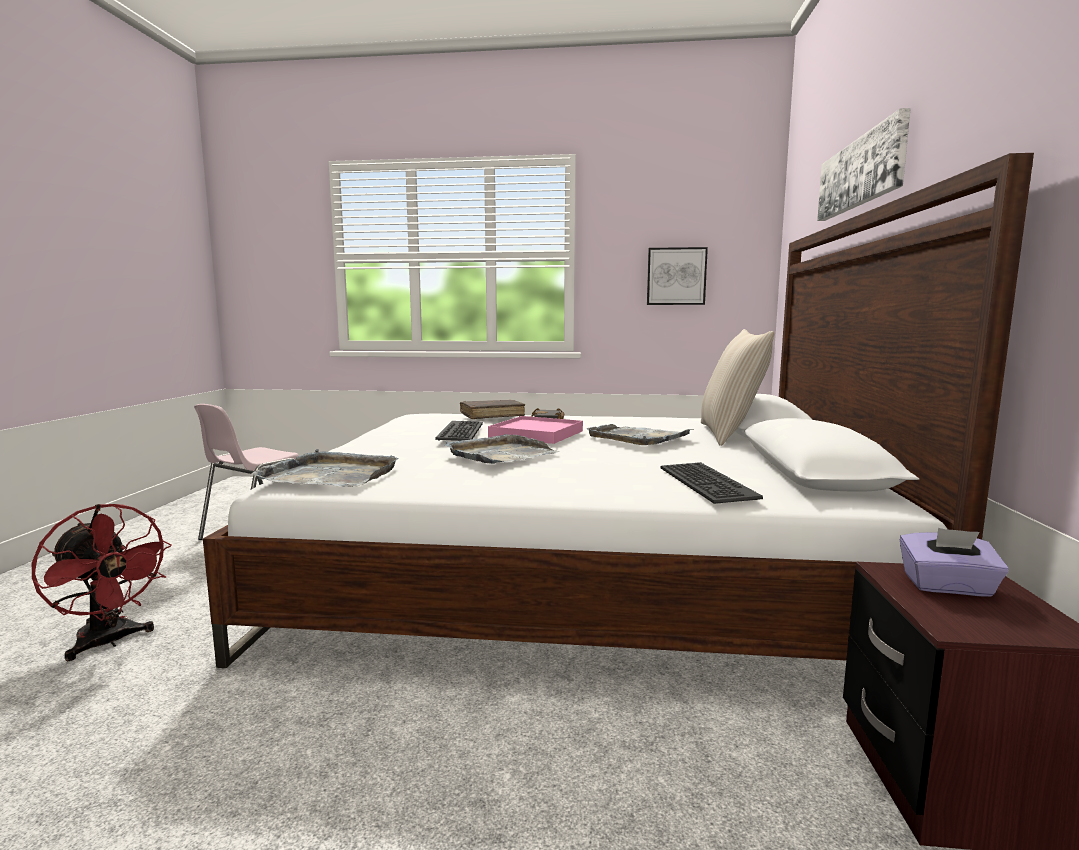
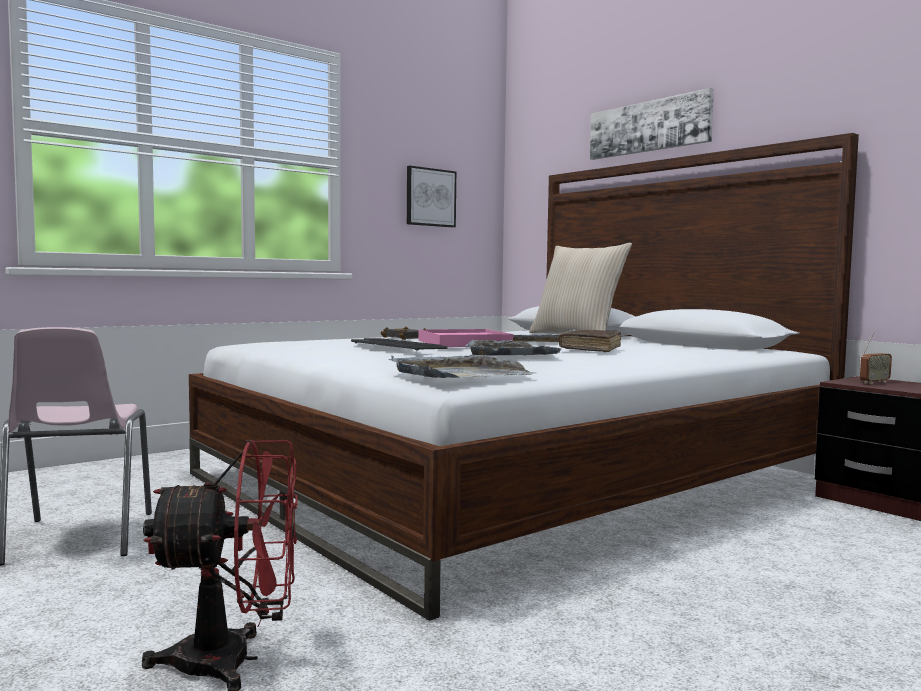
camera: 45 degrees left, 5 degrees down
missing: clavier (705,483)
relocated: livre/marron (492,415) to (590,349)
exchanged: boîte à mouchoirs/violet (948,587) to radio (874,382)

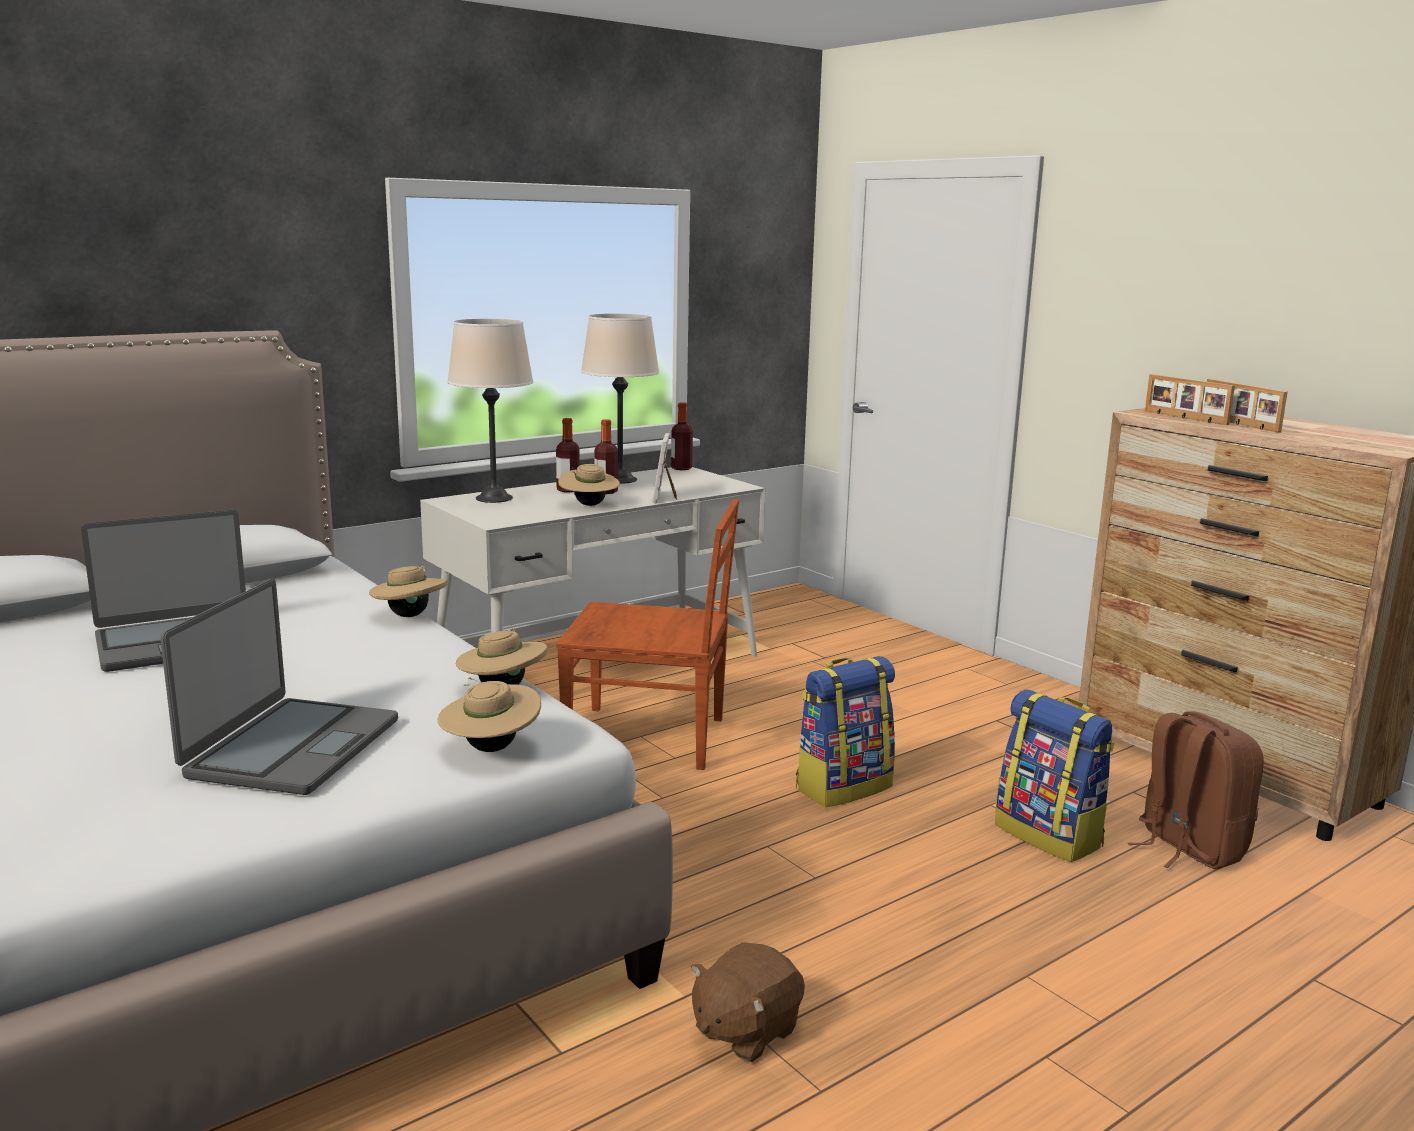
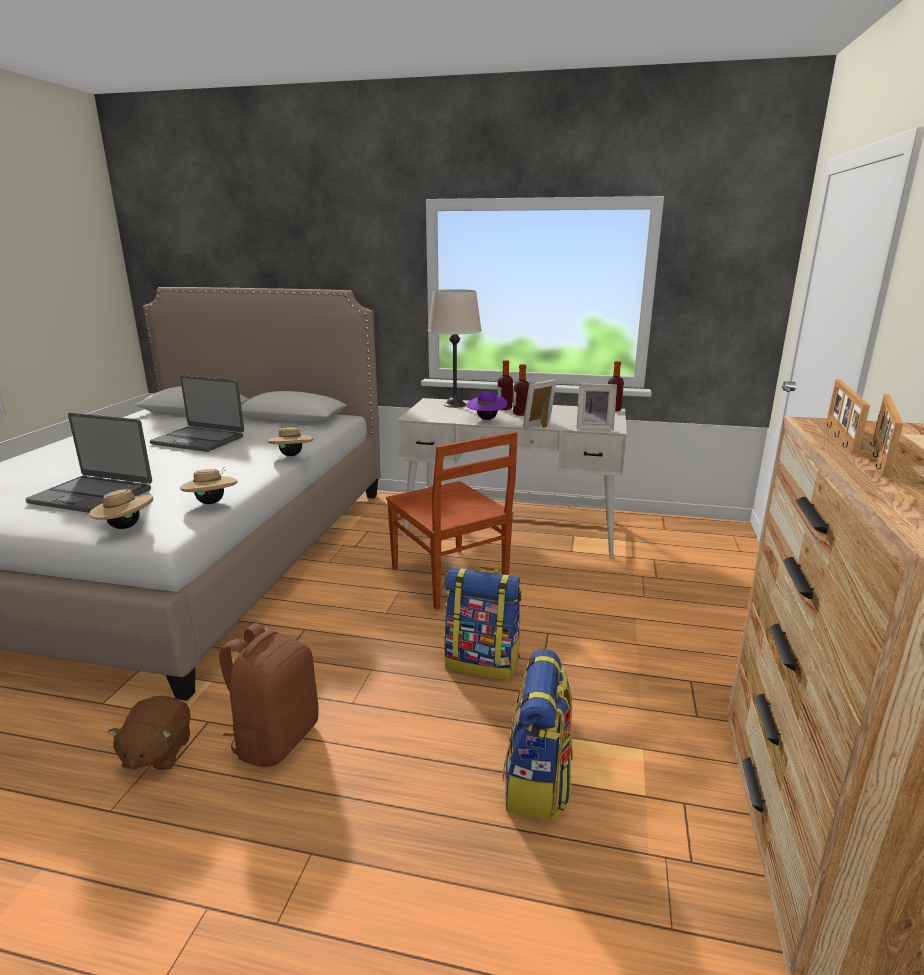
camera: 50 degrees right, 5 degrees up
missing: lampe de table/beige (619,479)
appeared: cadre photo (594,427)
relocated: sac à dos/marron (1187,847) to (275,738)
colour: chapeau/beige (589,505) to chapeau/violet (486,419)
spun: ordinateur portable (291,748) = (93,495) 45 degrees clockwise; peluche/marron (744,1030) = (157,753) 90 degrees counterclockwise

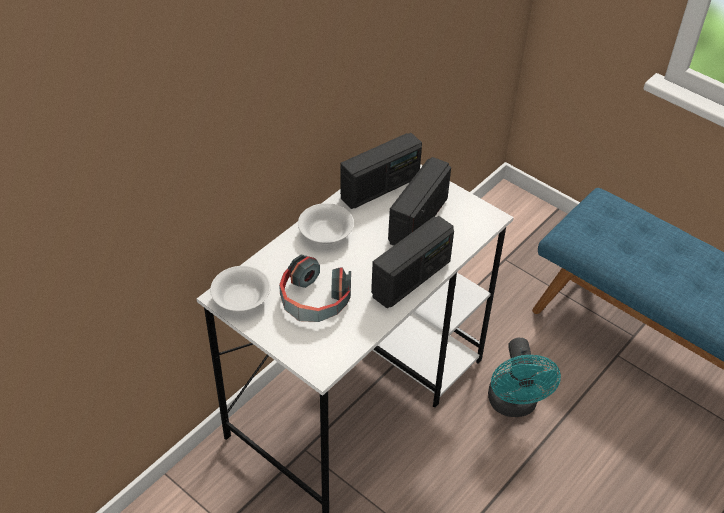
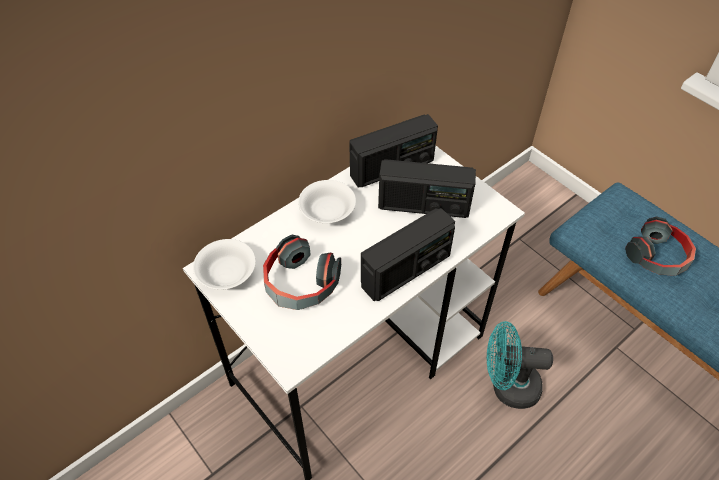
camera: 10 degrees right, 5 degrees up
appeared: casque audio (658,256)
spun: radio (417,220) = (423,206) 120 degrees counterclockwise; ventilateur/turquoise (514,405) = (507,386) 90 degrees clockwise

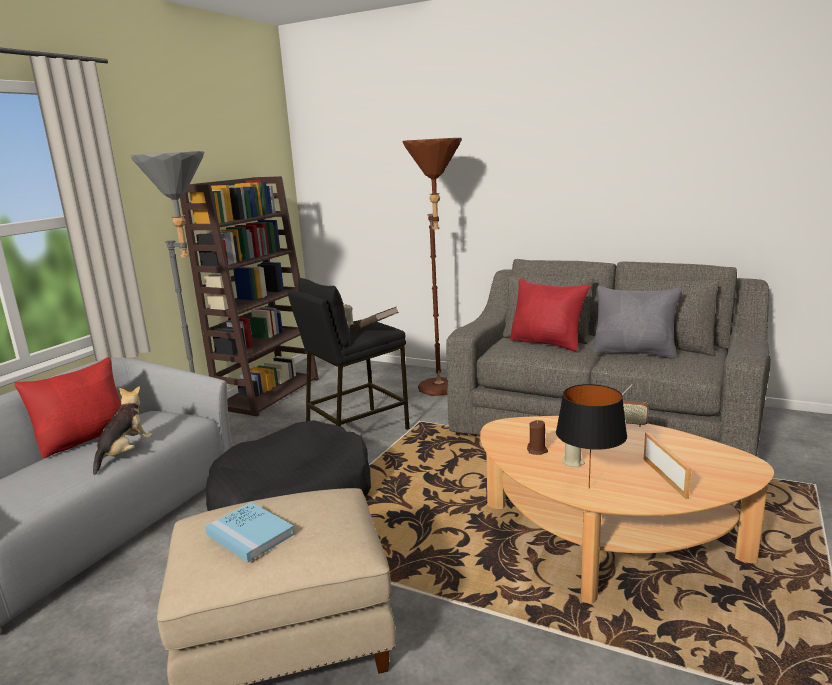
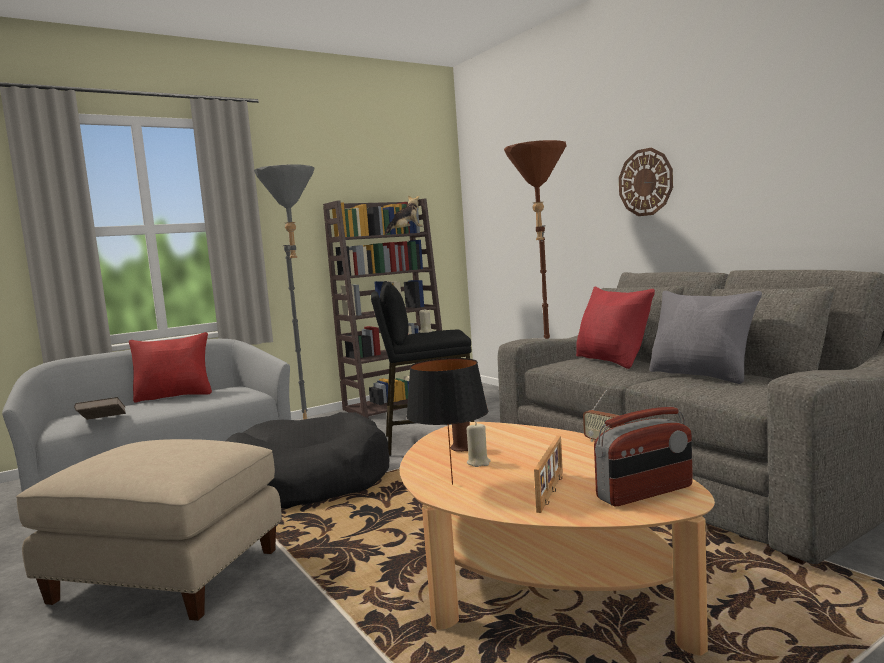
camera: 30 degrees right, 10 degrees down
missing: livre/bleu (250,534)
appeared: radio (645,493); horloge murale (645,182)
relocated: peluche (125,453) to (405,233); livre/marron (374,329) to (103,421)

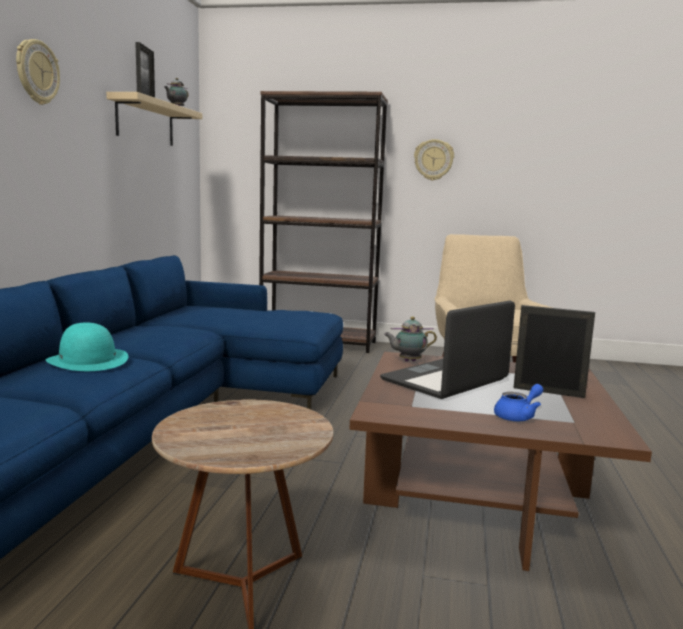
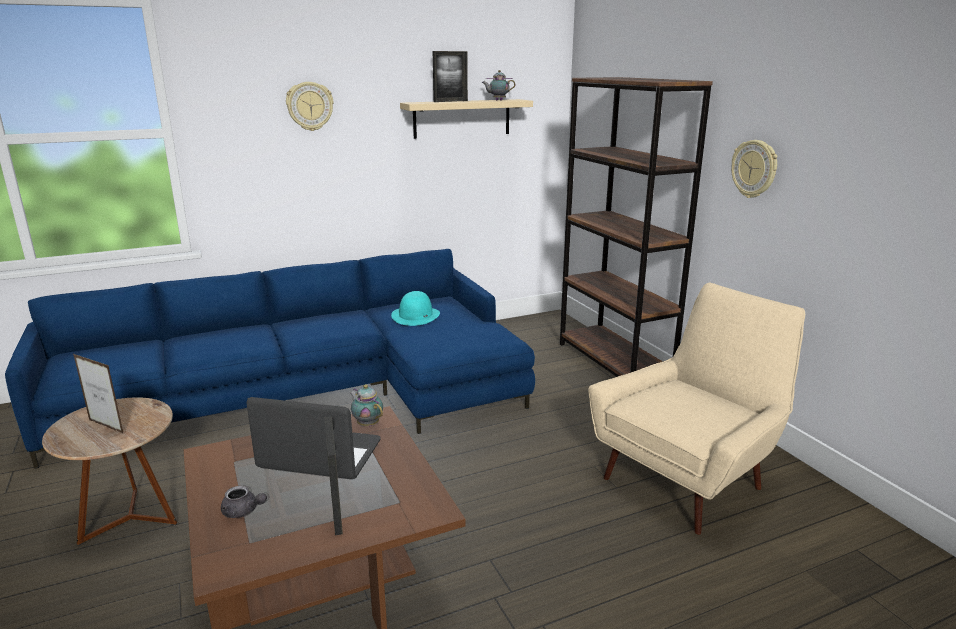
camera: 55 degrees right, 10 degrees up
appeared: cadre photo (106,426)
relocated: chapeau/turquoise (88,360) to (415,316)
colour: théière/bleu (518,416) to théière/gris (243,512)

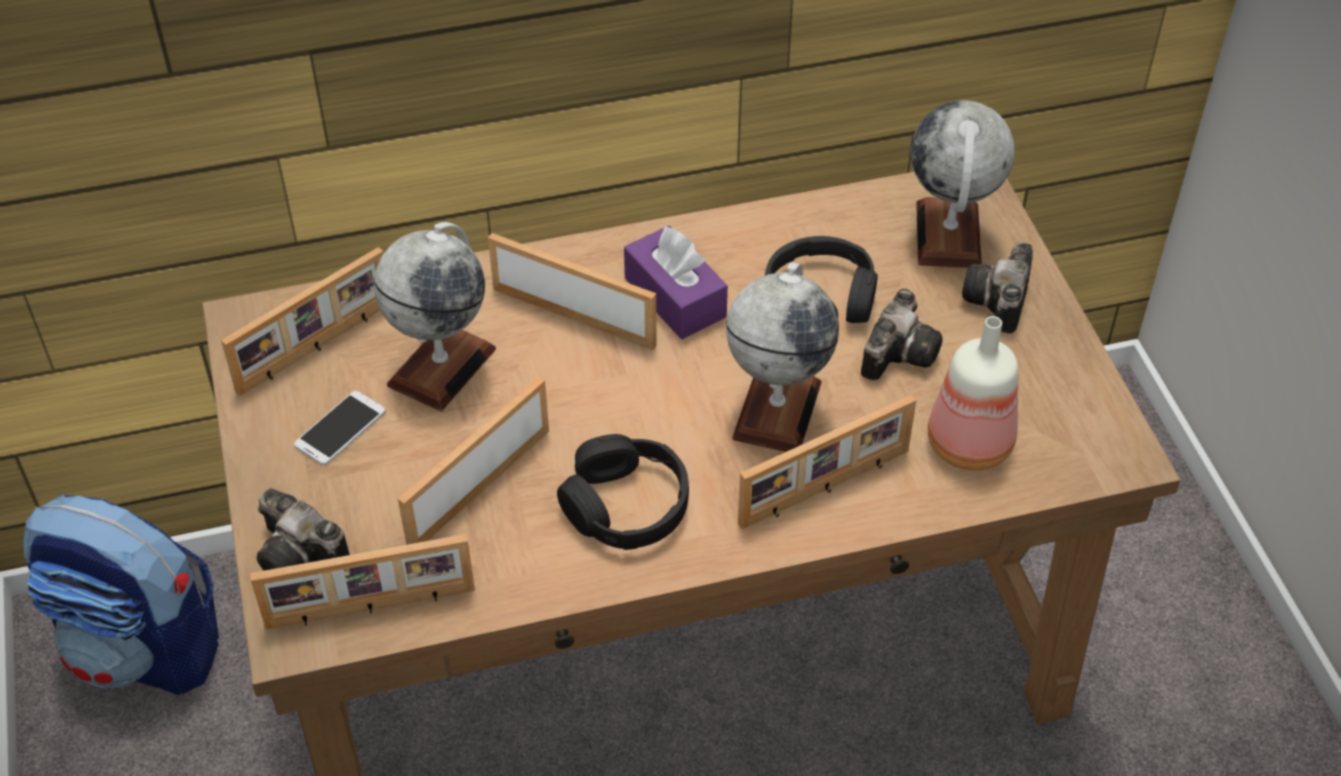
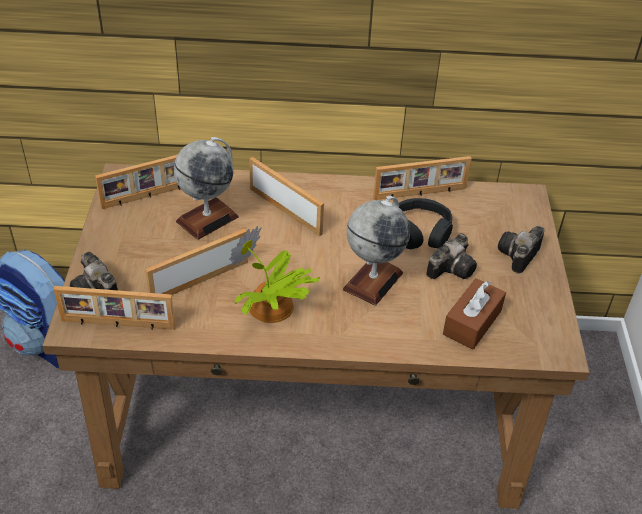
camera: 15 degrees right, 5 degrees down
missing: téléphone (340,428); boîte à mouchoirs/violet (675,297); globe (948,235)
relocated: cadre photo (826,488) to (420,194)
exchanged: casque audio/noir (625,506) to plante en pot (271,308); bouteille (967,442) to boîte à mouchoirs/marron (472,322)

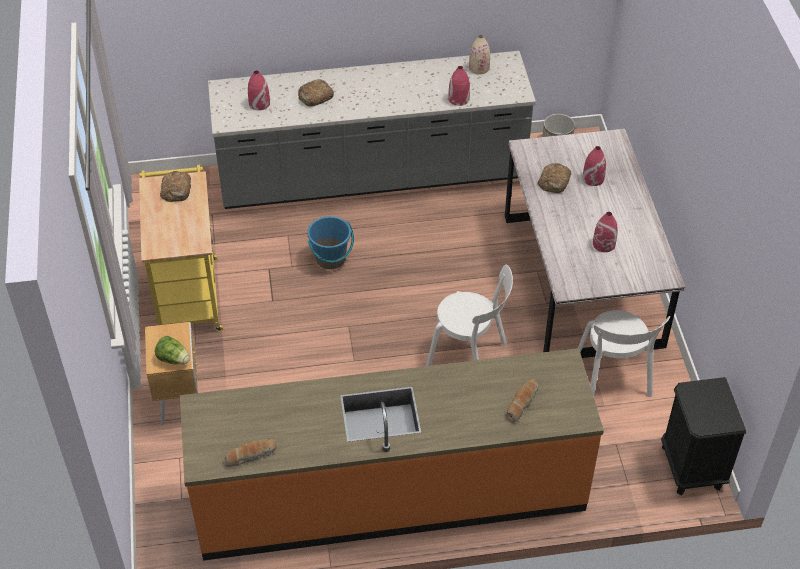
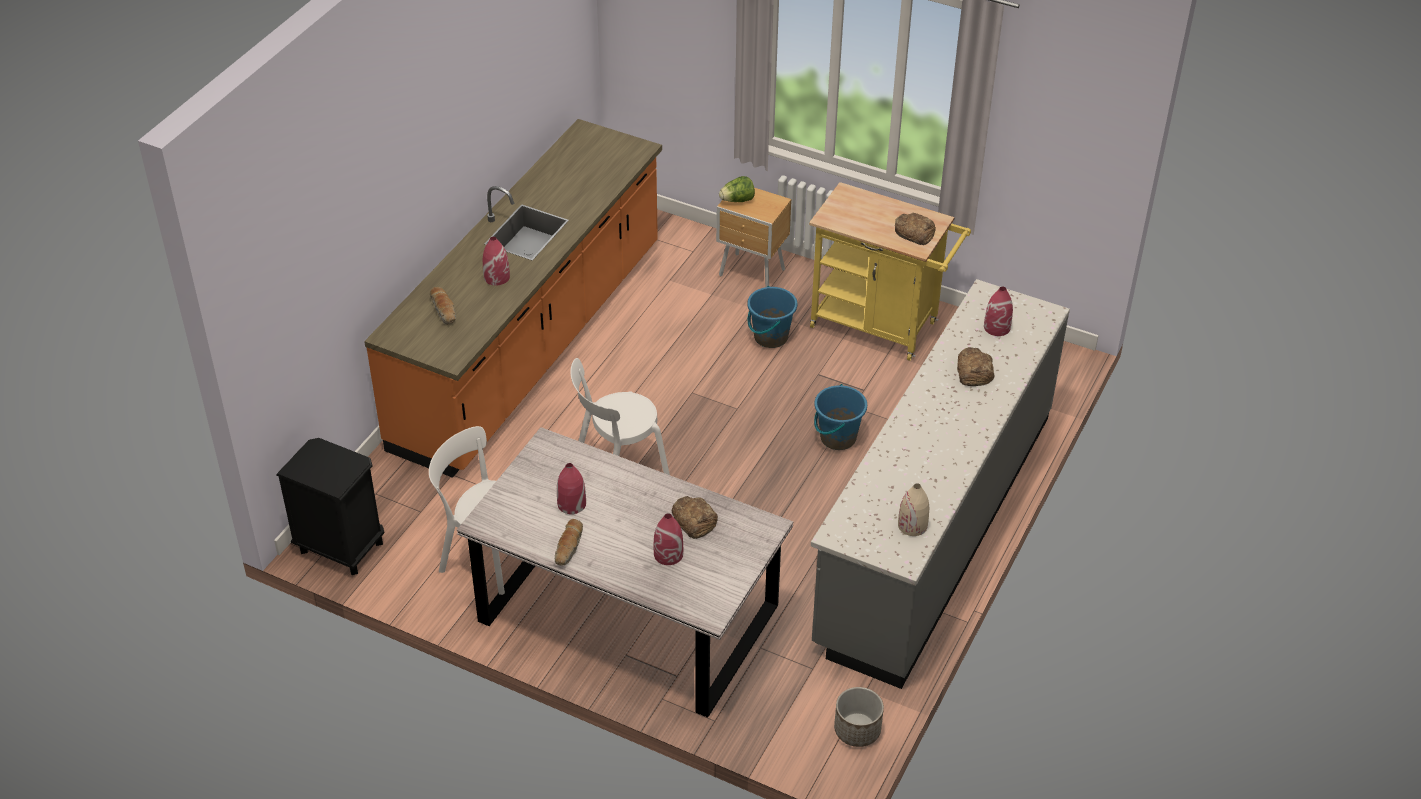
camera: 125 degrees right, 5 degrees down
appeared: seau/bleu (770,337)
relocated: pain (250,455) to (569,547); vase/rouge (458,99) to (496,277)

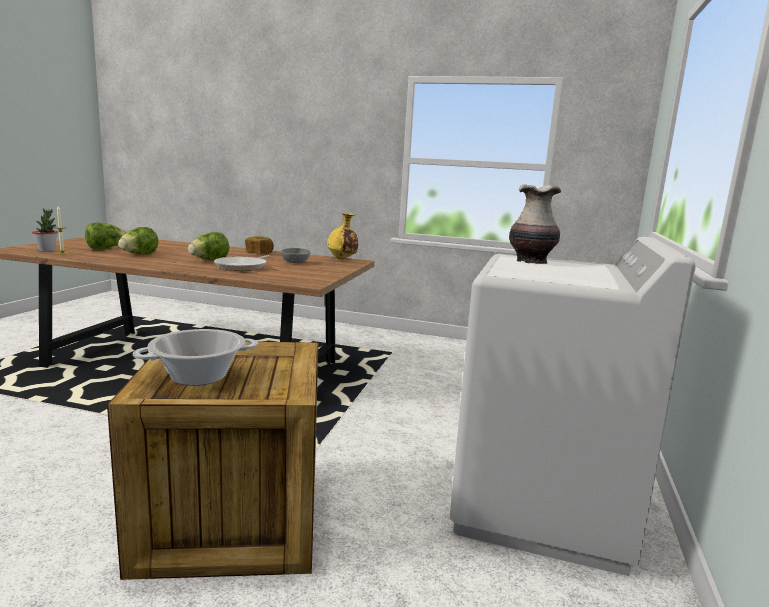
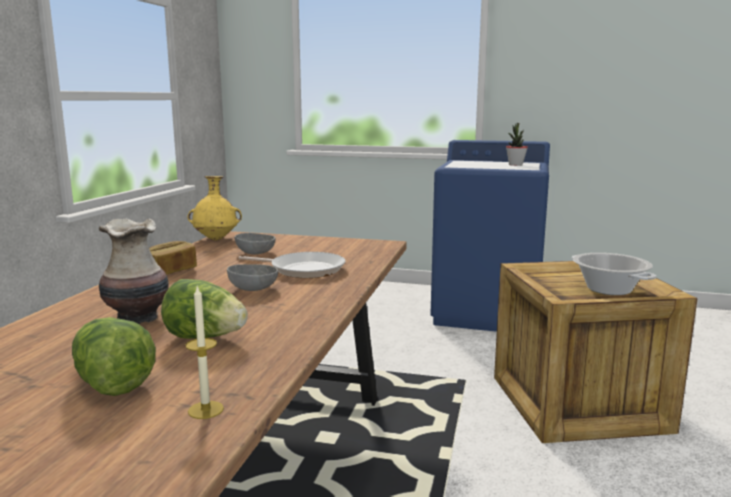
camera: 90 degrees left, 0 degrees up
relocated: plante en pot (47,250) to (515,165); vase (531,261) to (138,318)
exchanged: laitue (209,260) to bol/gris (253,288)
colour: lave-linge/blanc (540,506) to lave-linge/bleu (487,313)

